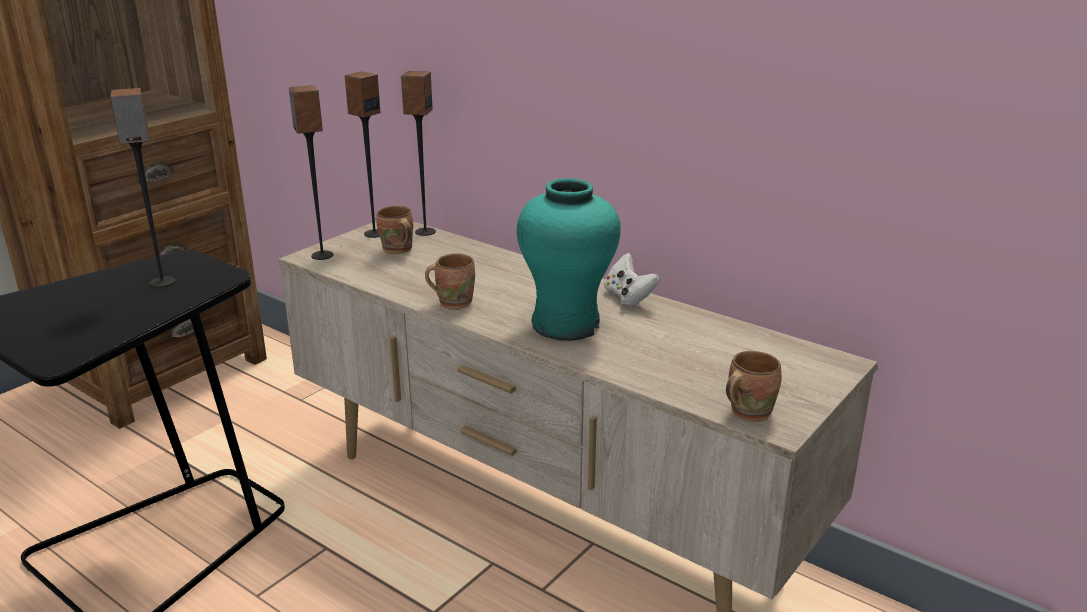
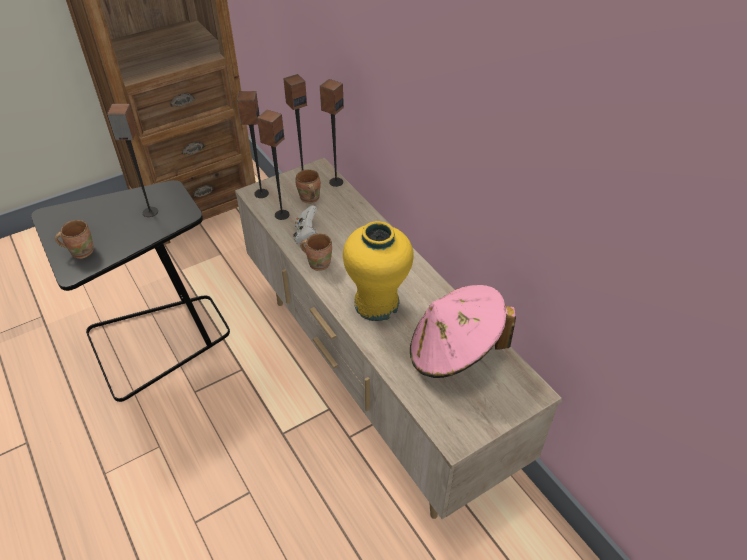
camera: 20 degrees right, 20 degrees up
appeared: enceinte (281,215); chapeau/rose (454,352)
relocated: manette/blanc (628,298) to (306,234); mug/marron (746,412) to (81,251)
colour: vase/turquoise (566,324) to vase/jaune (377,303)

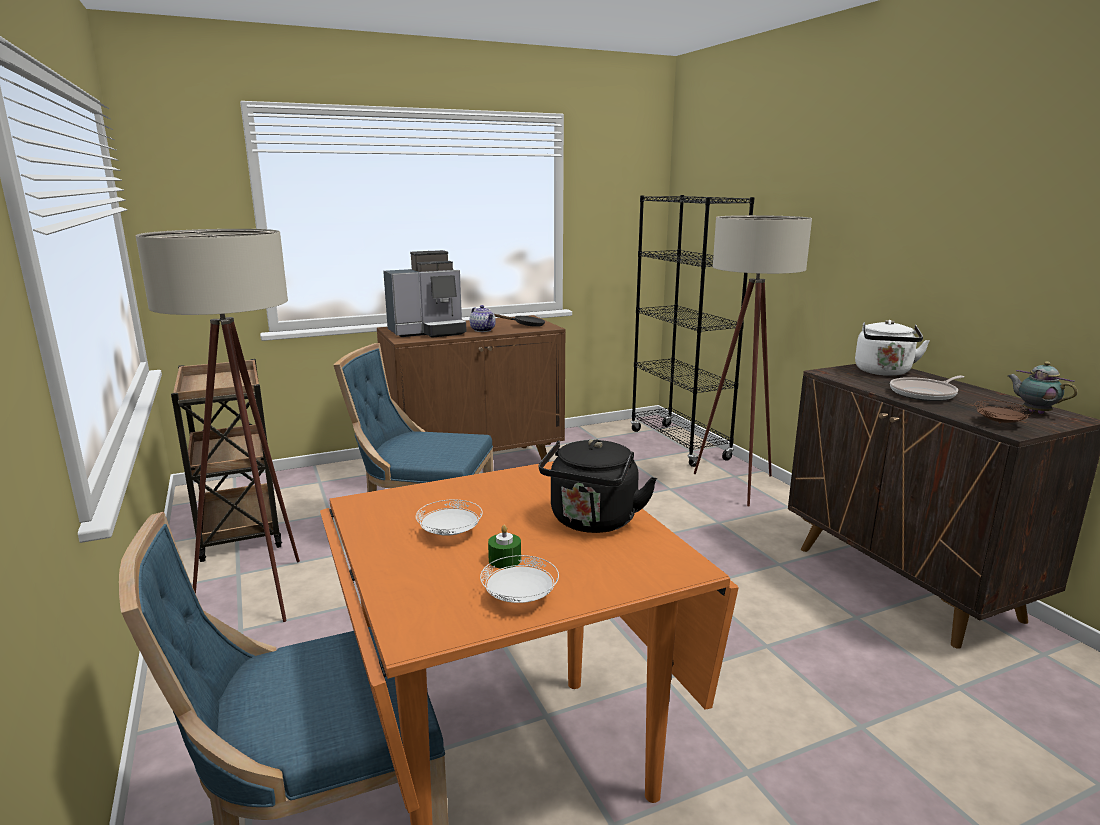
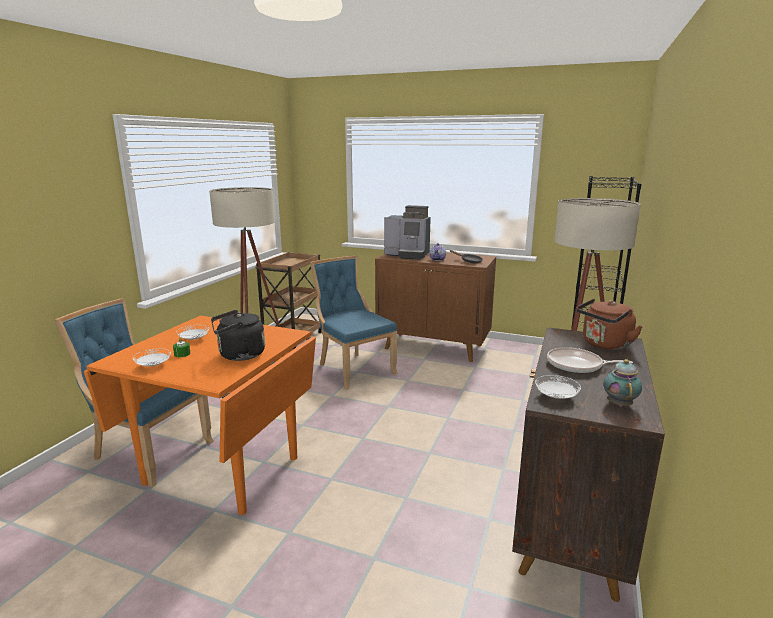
camera: 45 degrees right, 0 degrees up
colour: bouilloire/blanc (884,372) to bouilloire/marron (604,345); assiette/marron (1000,423) to assiette/blanc (556,397)

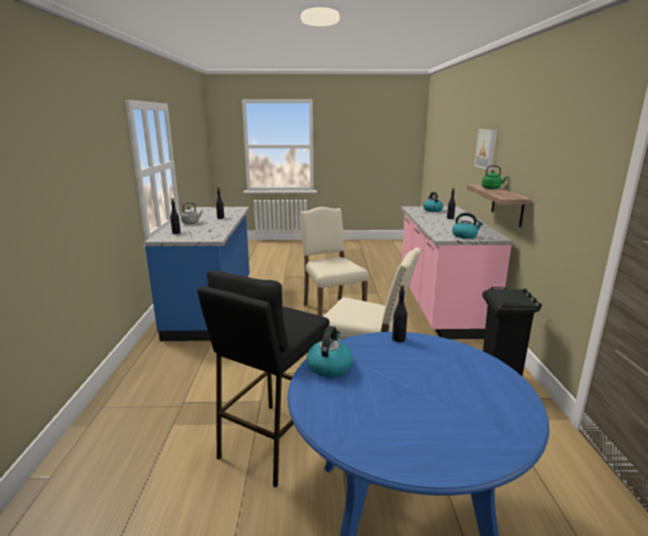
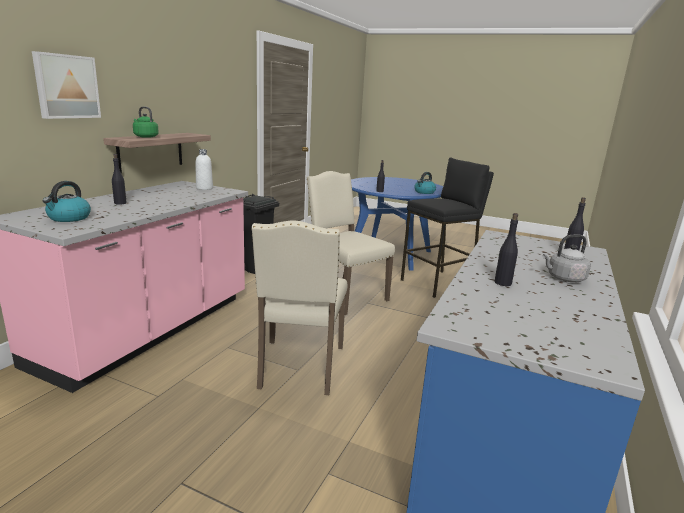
camera: 155 degrees left, 0 degrees up
exchanged: bouilloire (465,236) to bouteille/blanc (204,188)

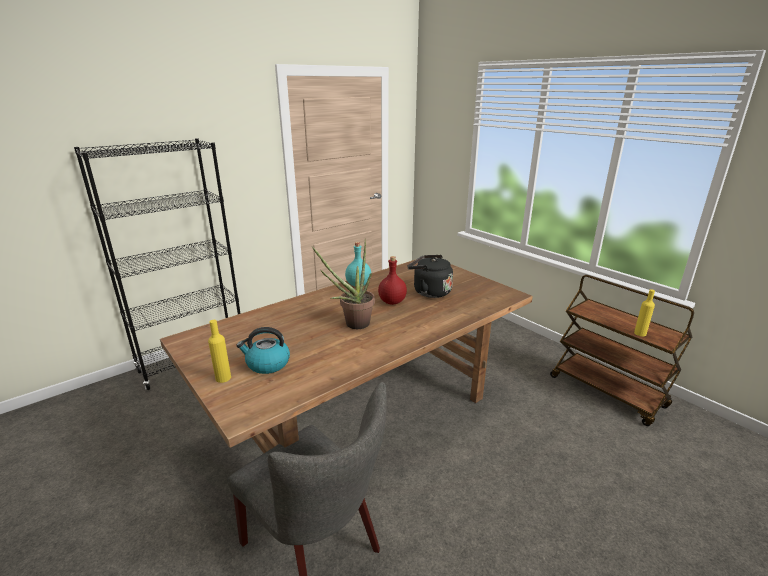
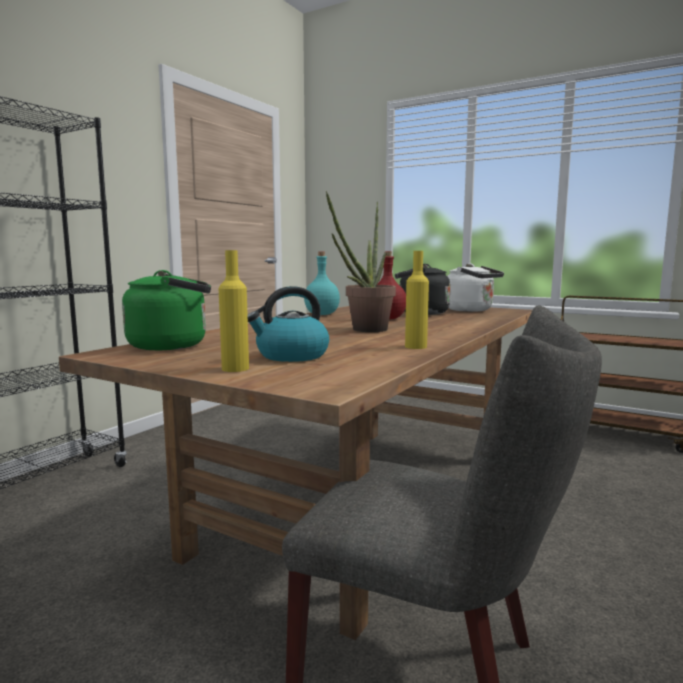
camera: 20 degrees left, 15 degrees down
appeared: bouilloire/vert (173,345); bouilloire/blanc (471,310)
relocated: bouteille/jaune (640,333) to (416,347)

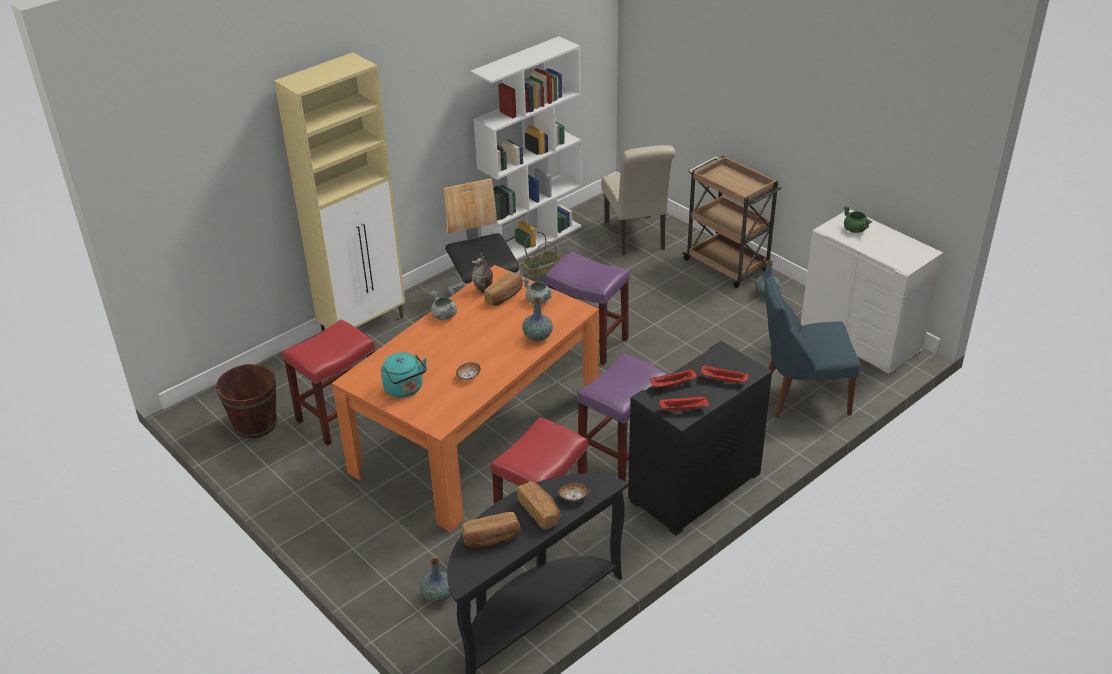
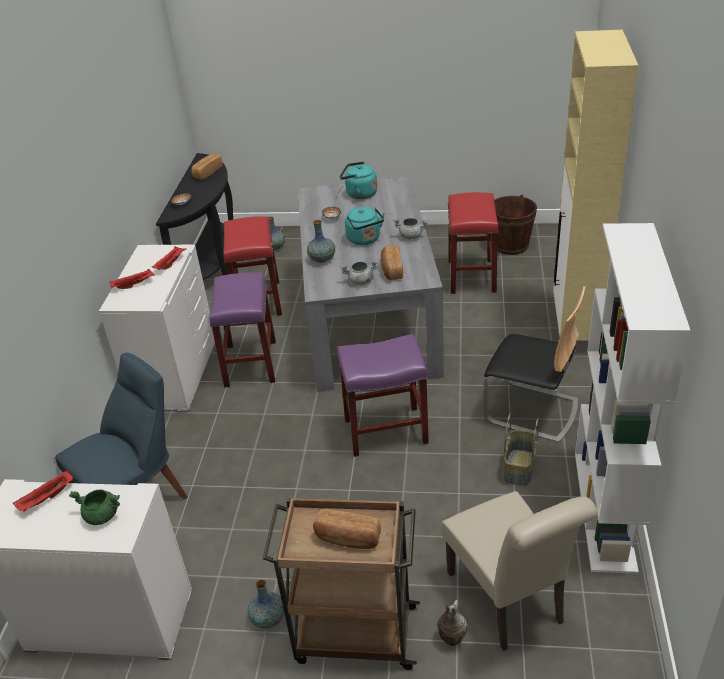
camera: 140 degrees right, 0 degrees up
appeared: bouilloire/turquoise (365,240)
relocated: vase (483,290) to (451,639); pain (540,512) to (347,538); plateau/rouge (684,409) to (46,499)
colour: table à manger/orange (477,433) to table à manger/gris (369,318); commode/noir (695,487) to commode/blanc (174,374)
spun: chaise/beige (636,238) = (509,602) 150 degrees counterclockwise

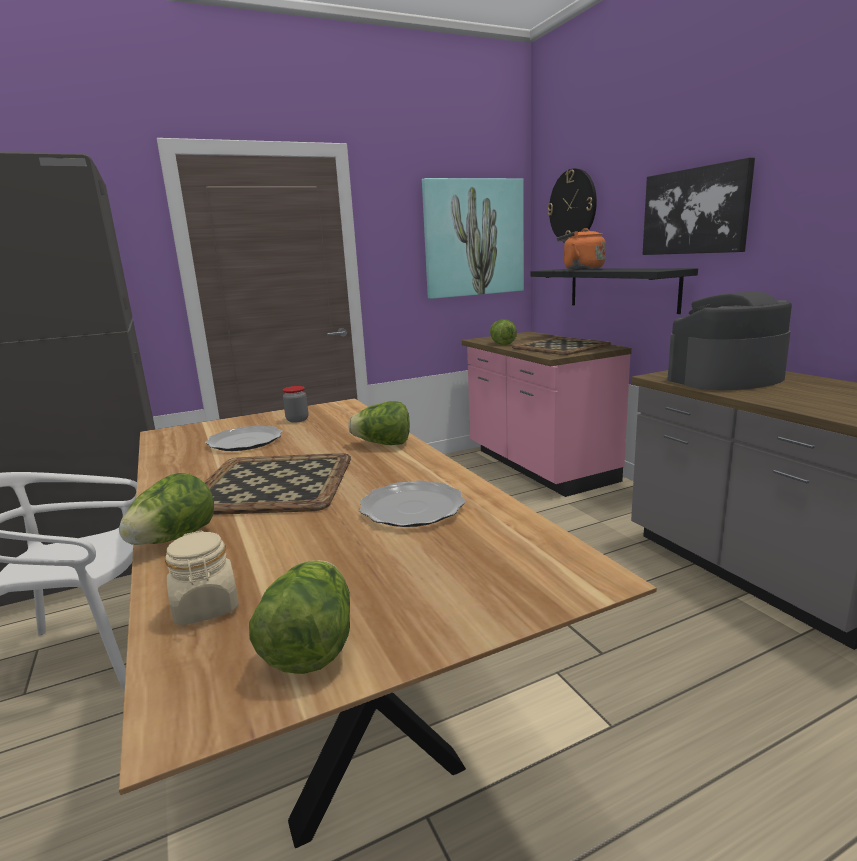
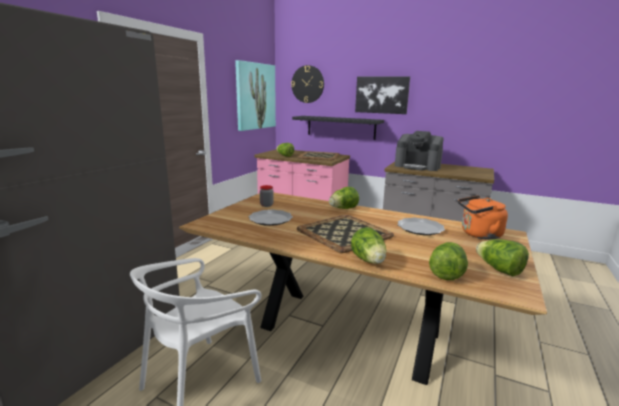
camera: 40 degrees left, 0 degrees up
relocated: bouilloire/orange (580,269) to (478,234)
exchanged: bocal/beige (206,607) to laitue (446,273)
spun: machine à café (725,379) = (417,166) 90 degrees counterclockwise

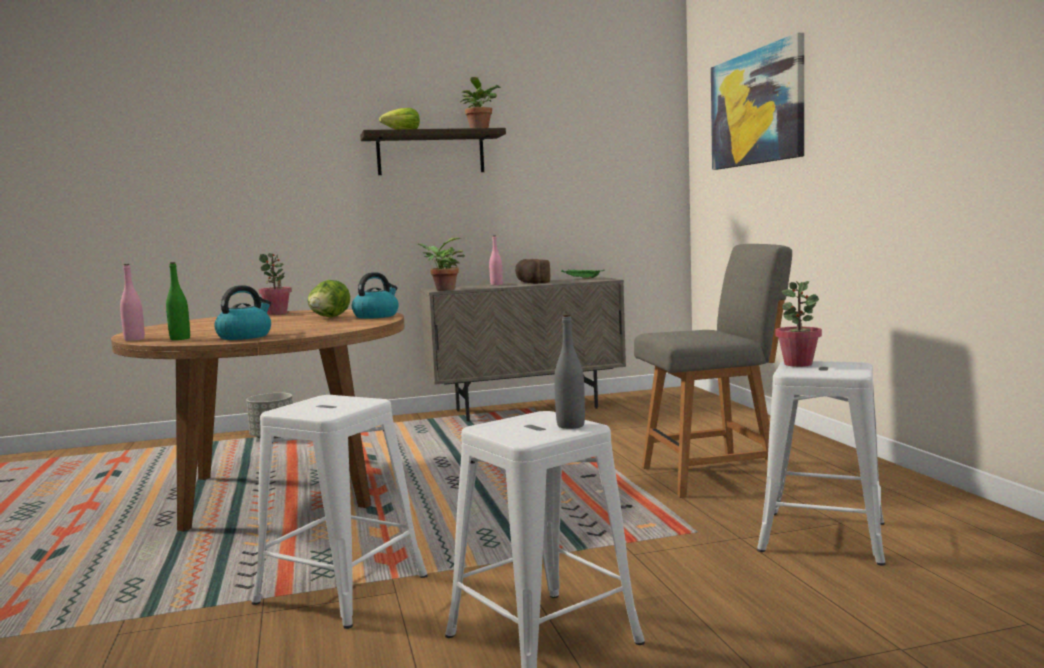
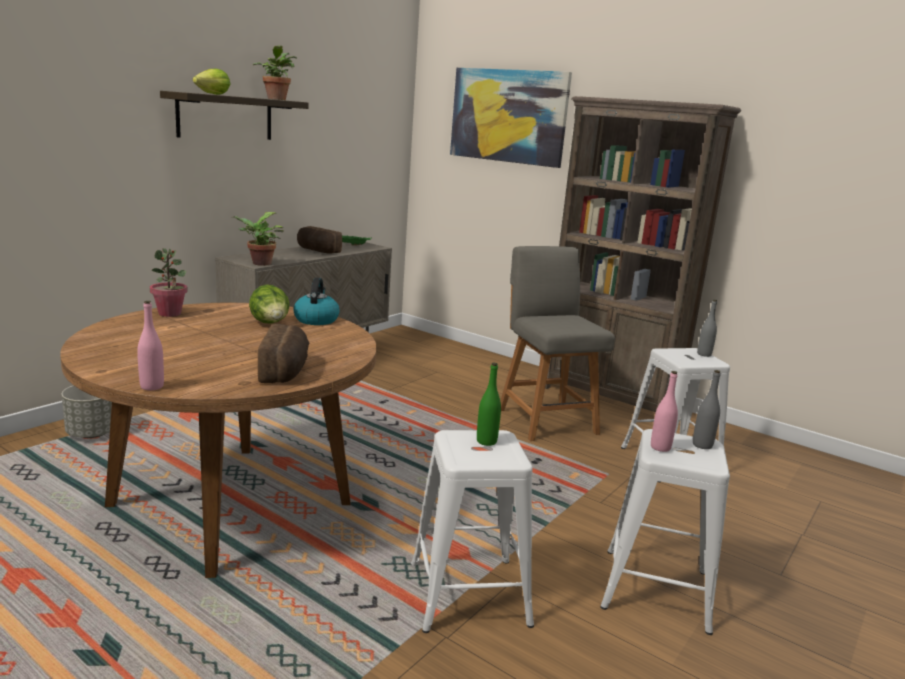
camera: 40 degrees left, 10 degrees up
missing: plante en pot (798,364)
appeared: bibliothèque/marron (609,399); bouteille/gris (704,354)
relocated: bouteille/vert (180,339) to (486,441); bouteille/rose (496,284) to (660,447)
exchanged: bouilloire (245,336) to pain (286,371)
spun: chaise/gris (712,475) = (545,420) 60 degrees counterclockwise

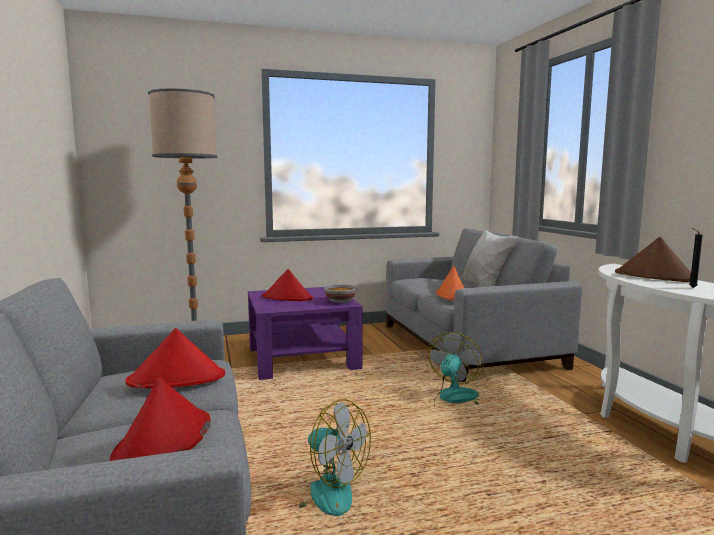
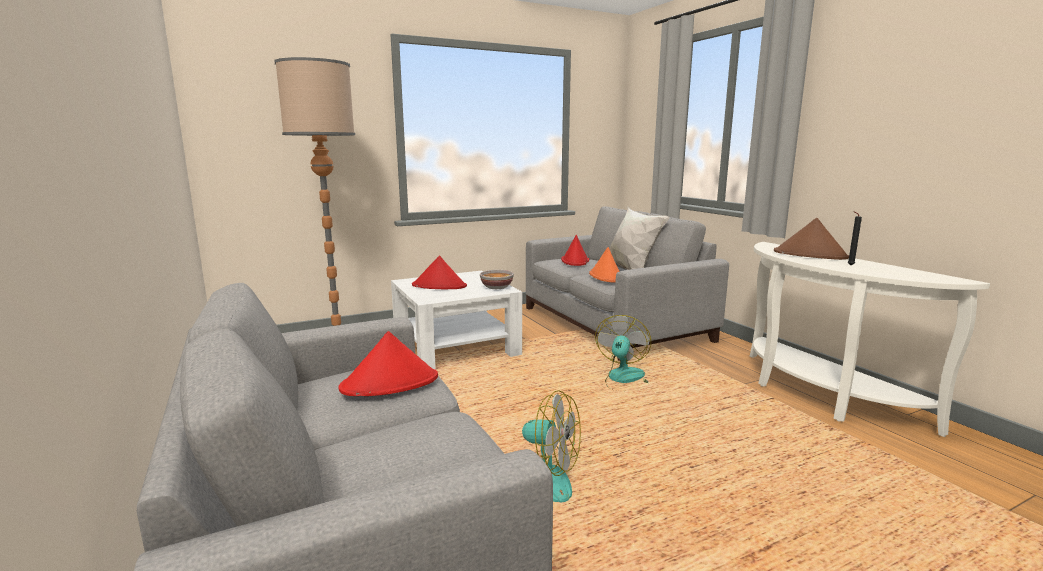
camera: 10 degrees left, 5 degrees up
relocated: chapeau/rouge (164,442) to (575,261)
colour: table basse/violet (302,358) to table basse/blanc (455,347)

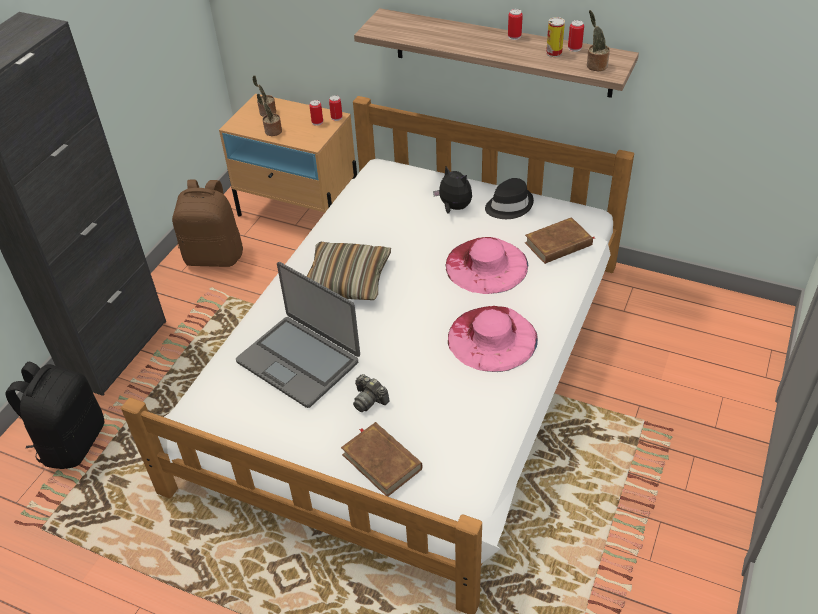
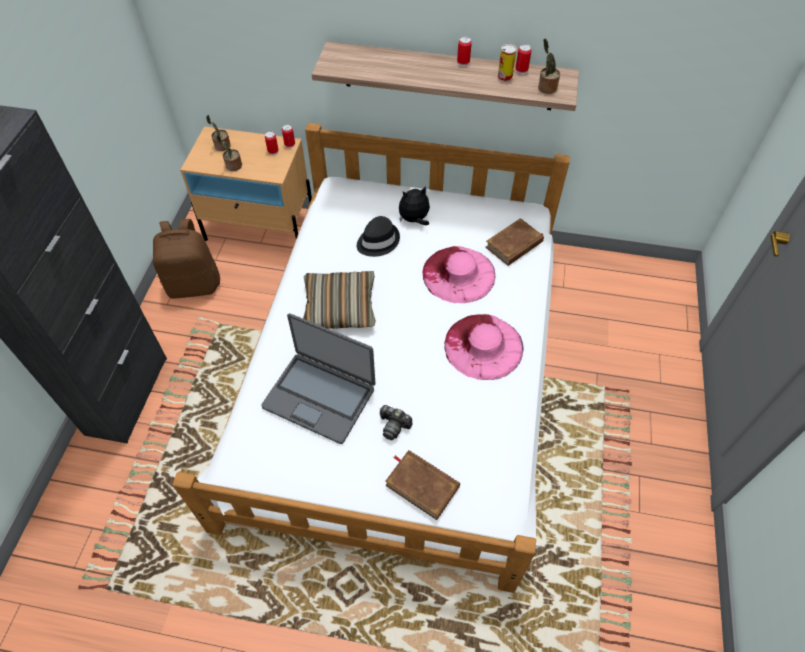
camera: 15 degrees left, 10 degrees up
missing: sac à dos/noir (72,442)
relocated: chapeau/noir (508,205) to (377,241)
spun: peluche (454,208) = (414,220) 45 degrees counterclockwise

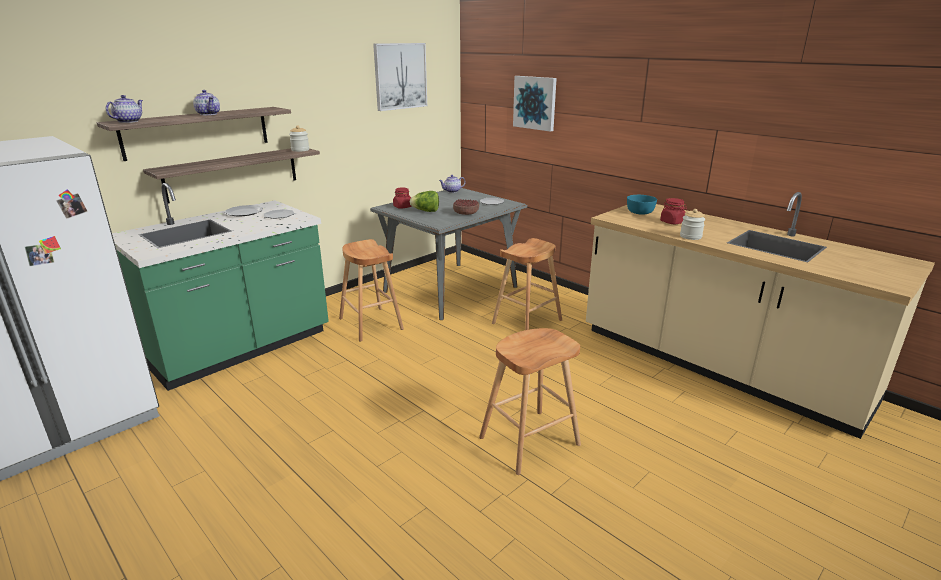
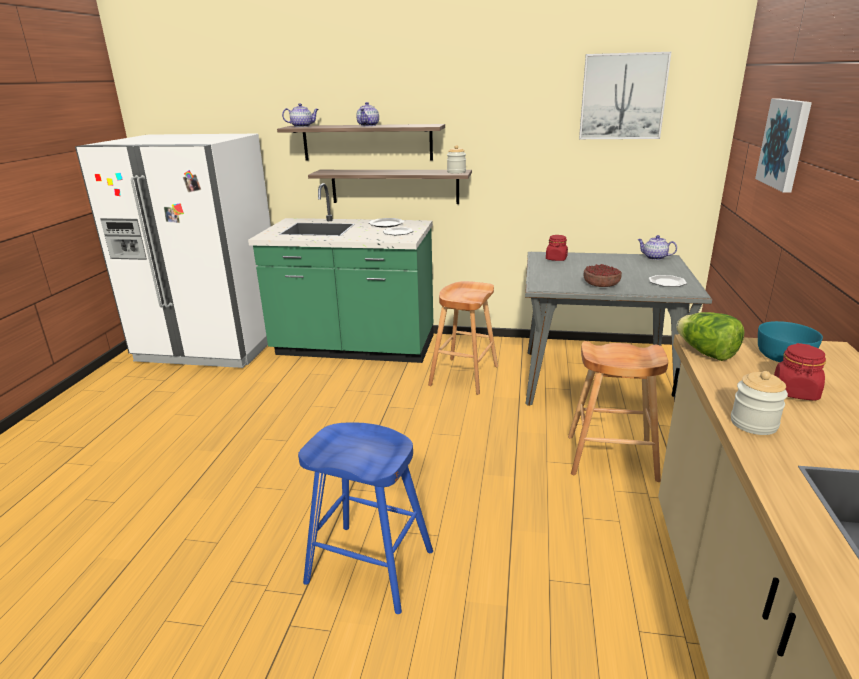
camera: 55 degrees right, 0 degrees up
relocated: laitue (426,211) to (706,353)
colour: tabouret/marron (529,441) to tabouret/bleu (369,566)

